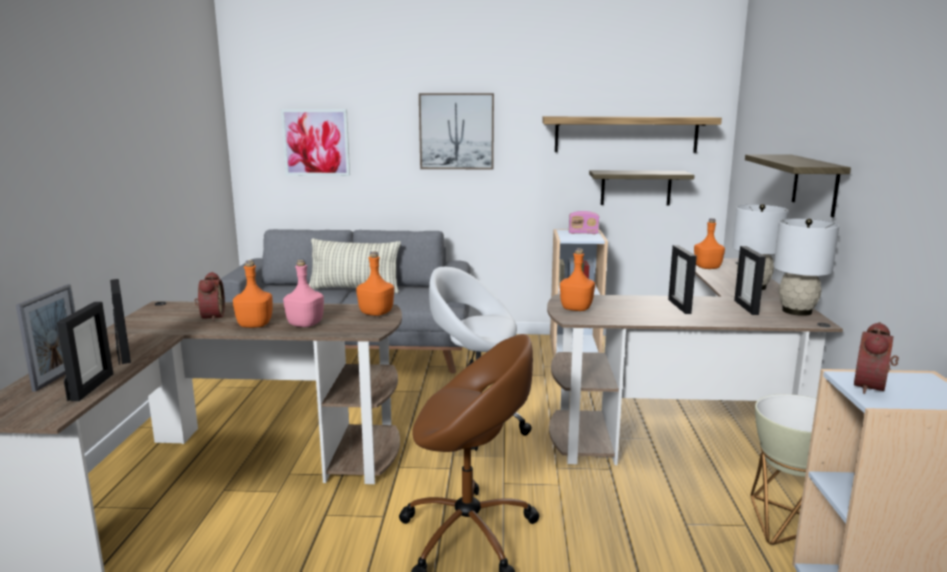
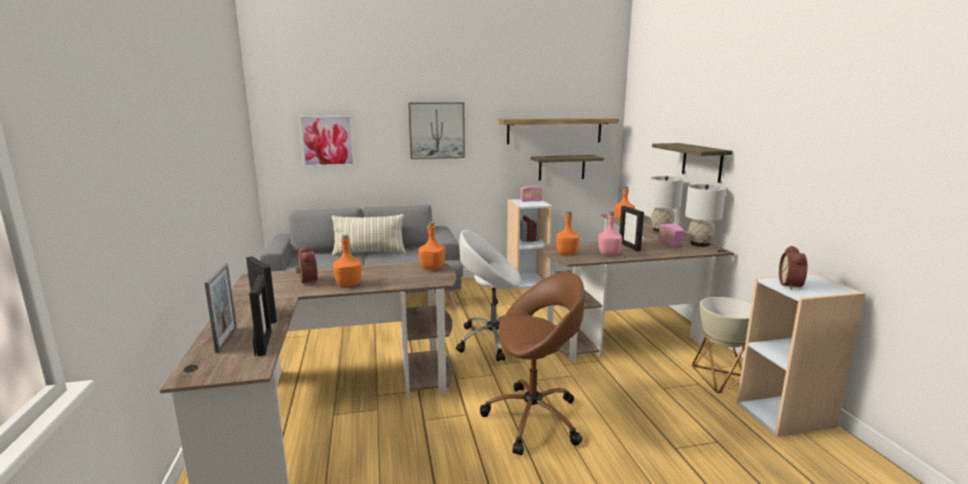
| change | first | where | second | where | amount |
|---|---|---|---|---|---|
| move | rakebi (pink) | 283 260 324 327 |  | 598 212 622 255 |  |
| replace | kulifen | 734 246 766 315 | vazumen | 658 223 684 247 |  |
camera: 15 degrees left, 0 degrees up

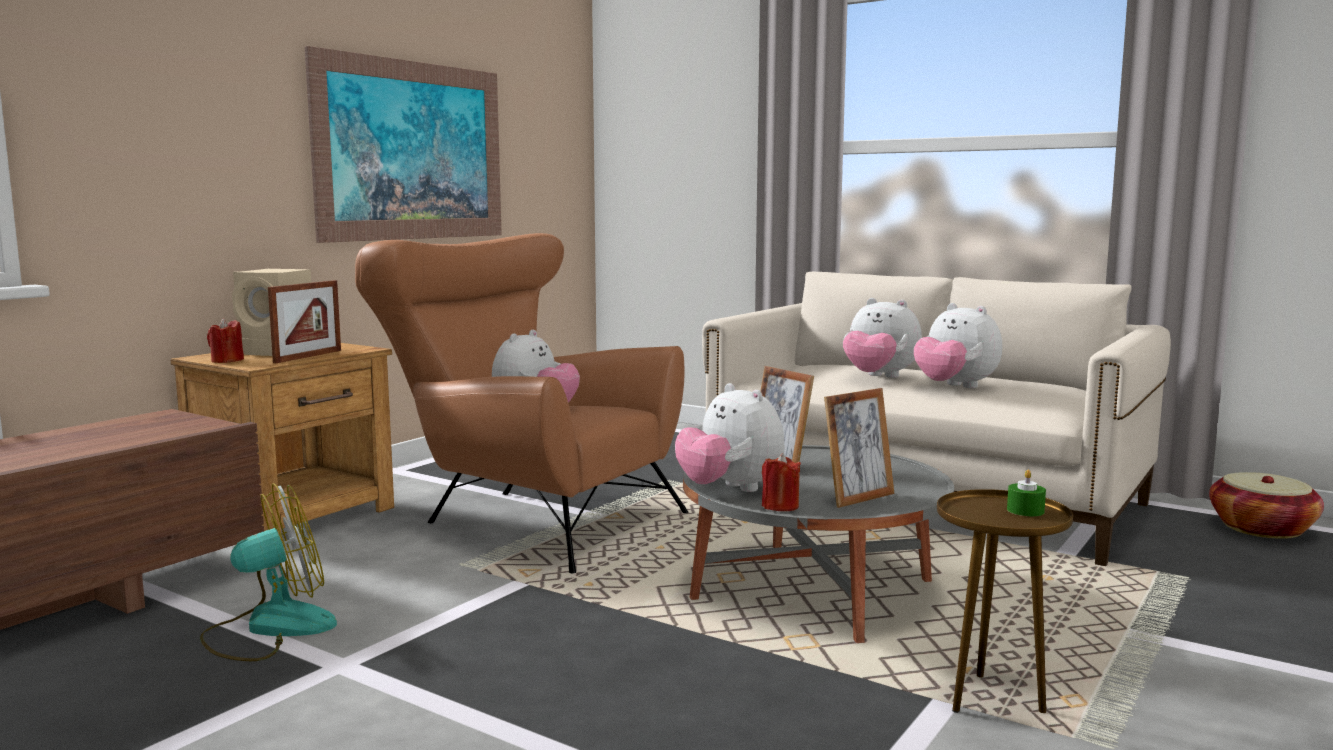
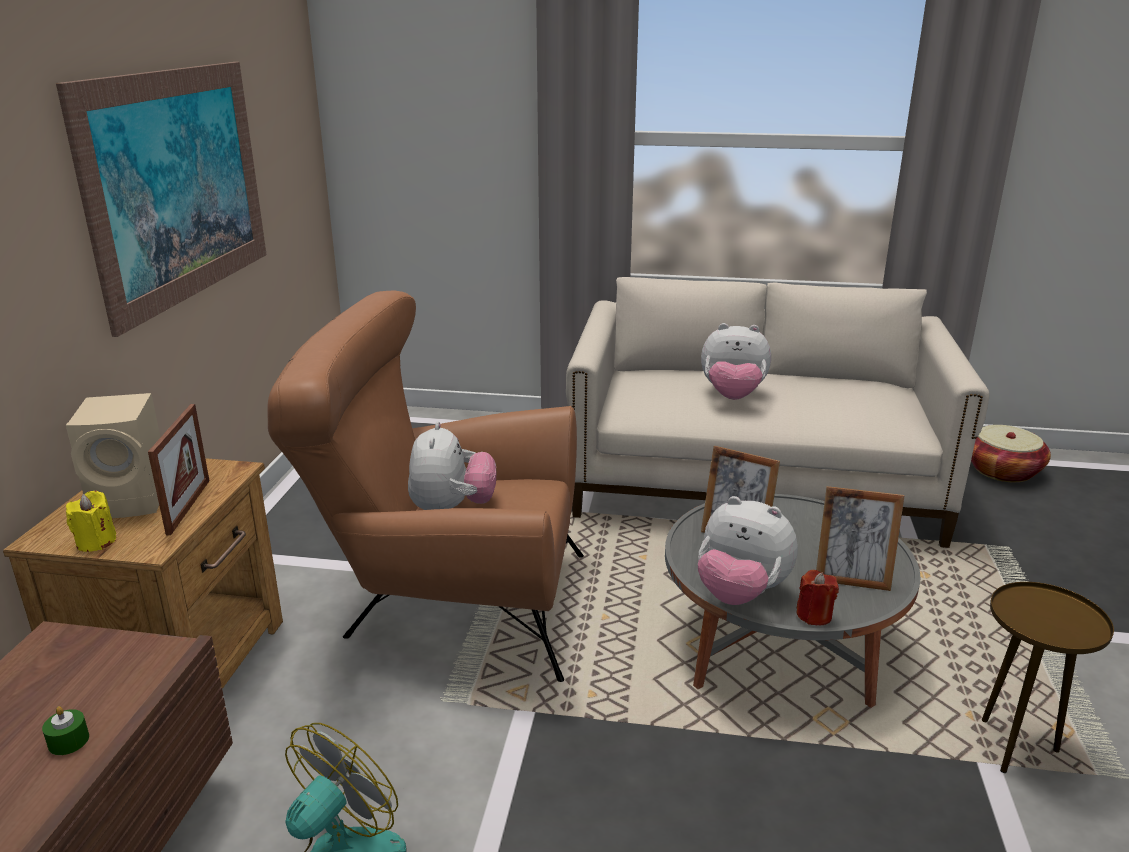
| change | first | where | second | where | amount |
|---|---|---|---|---|---|
| recolor | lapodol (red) | 207 318 244 363 | lapodol (yellow) | 66 491 116 552 |  |
| rotate | kulifen | 824 388 895 508 |  | 816 486 904 591 | 75 degrees clockwise |
| delete | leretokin | 914 303 1002 388 |  |  |  |
| move | lapodol (green) | 1007 470 1046 516 |  | 42 706 89 755 |  |
camera: 25 degrees left, 15 degrees up

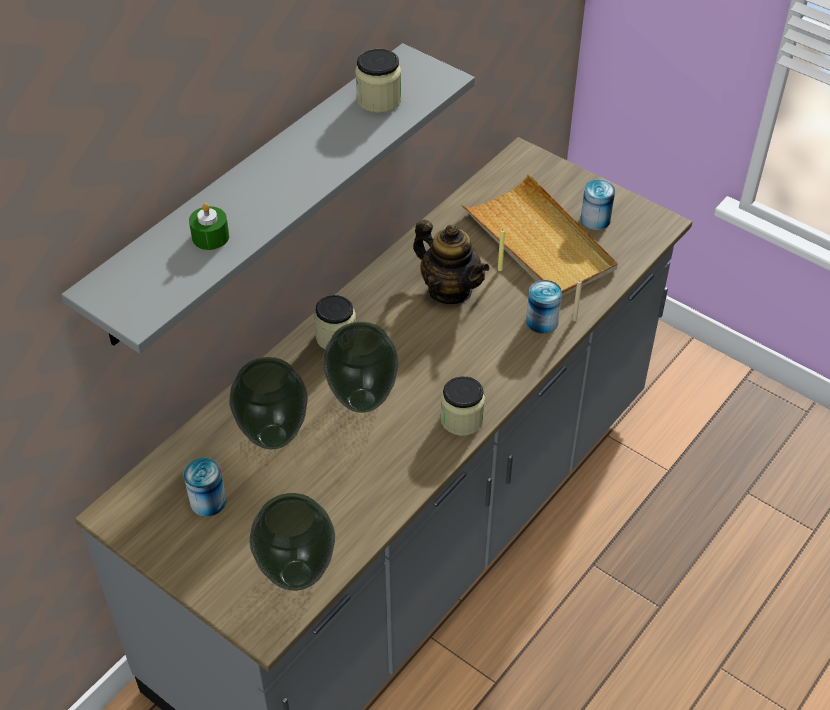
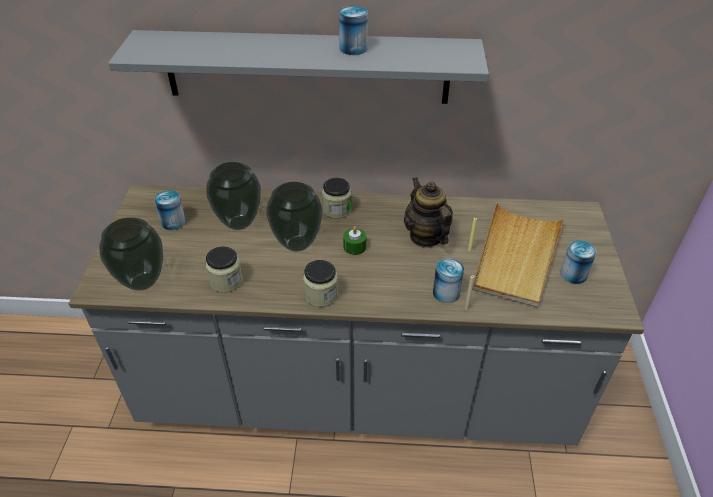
| change | first | where | second | where | amount |
|---|---|---|---|---|---|
| move | lapodol (green) | 189 203 229 250 |  | 343 226 366 255 |  |
| move | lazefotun | 355 49 402 113 |  | 206 246 243 293 |  |
| rotate | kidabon | 413 220 489 304 |  | 404 177 453 248 | 150 degrees clockwise |
| insert |  |  | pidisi | 339 6 368 55 |  |
camera: 55 degrees right, 5 degrees down

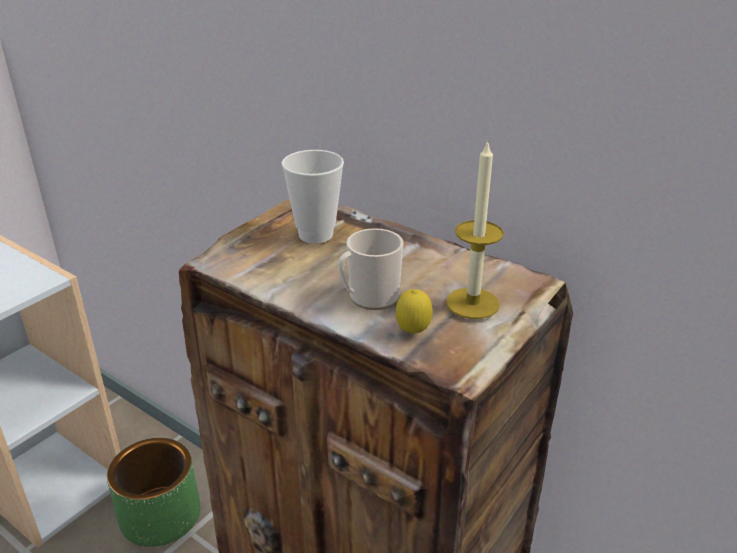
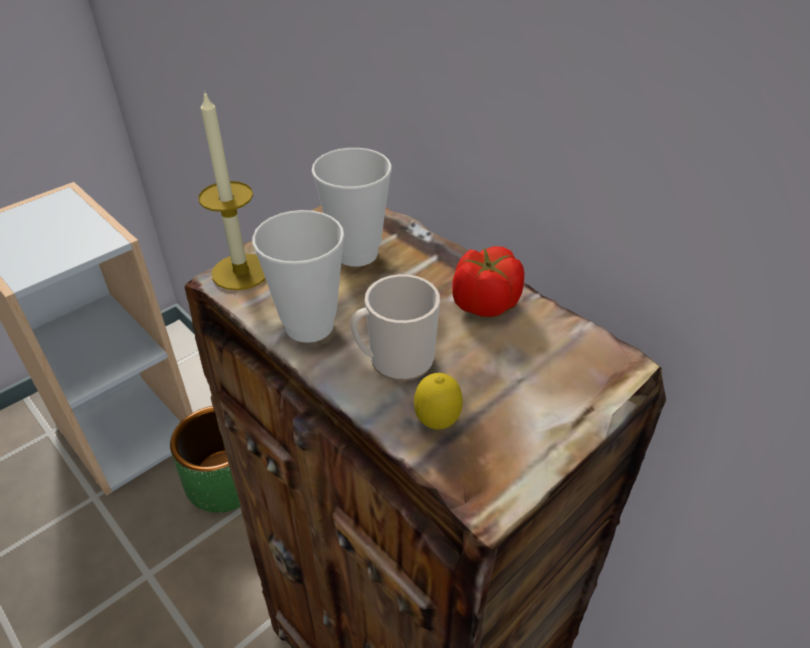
| change | first | where | second | where | amount |
|---|---|---|---|---|---|
| move | lapodol | 446 140 504 319 |  | 198 90 265 291 |  |
| insert |  |  | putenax | 252 210 344 343 |  |
| insert |  |  | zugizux | 452 246 524 317 |  |
camera: 10 degrees right, 10 degrees up

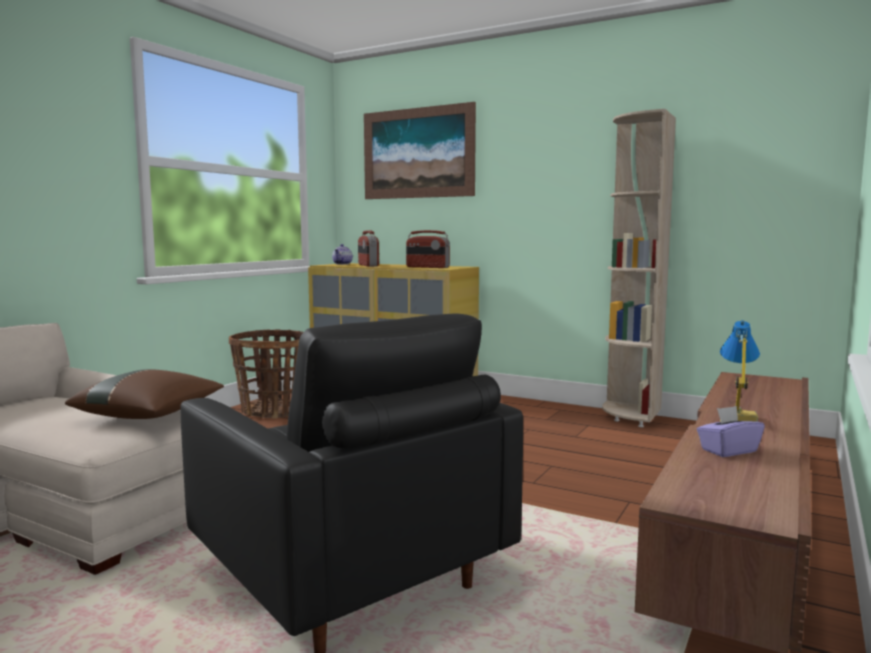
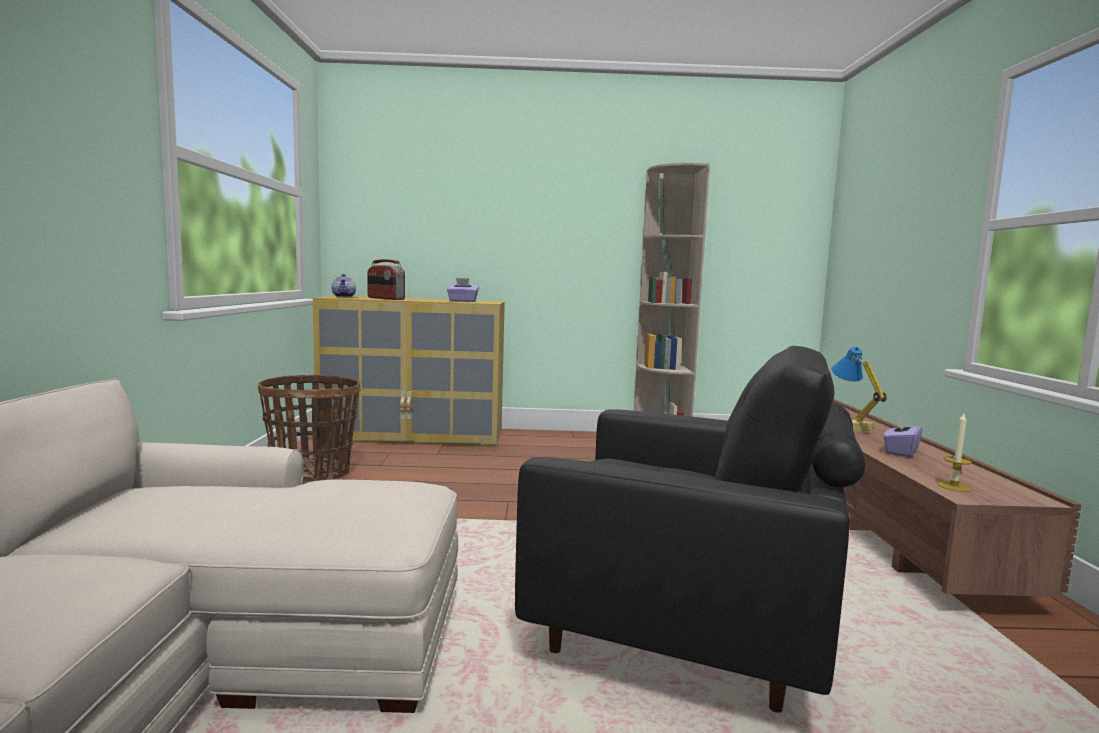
| change | first | where | second | where | amount |
|---|---|---|---|---|---|
| delete | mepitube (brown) | 65 369 224 419 |  |  |  |
| delete | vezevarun | 364 102 476 199 |  |  |  |
| replace | vazumen | 406 230 450 268 | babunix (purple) | 447 278 479 302 |  |
| insert |  |  | lapodol | 938 413 972 492 |  |
camera: 30 degrees left, 0 degrees up

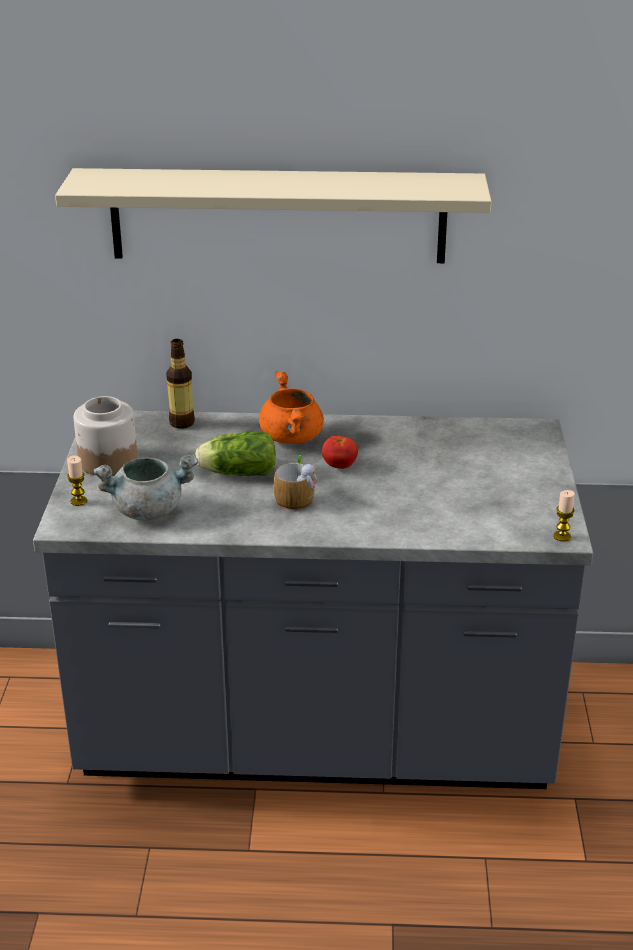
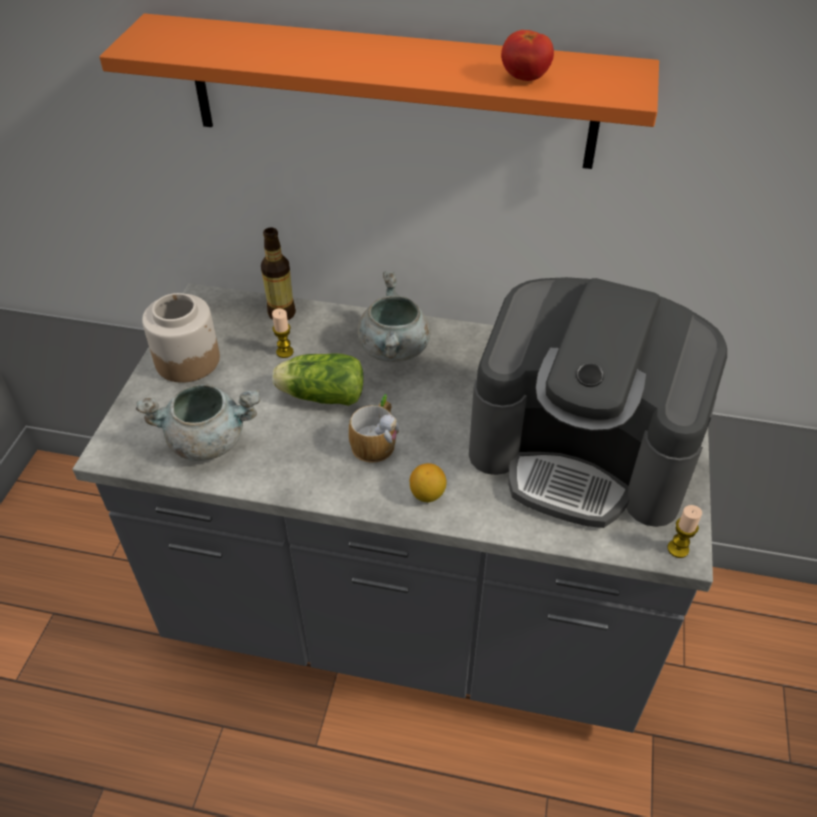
| change | first | where | second | where | amount |
|---|---|---|---|---|---|
| recolor | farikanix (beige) | 55 168 491 263 | farikanix (orange) | 99 14 659 169 |  |
| move | lapodol | 67 456 87 506 |  | 272 308 294 358 |  |
| recolor | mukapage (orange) | 259 371 324 444 | mukapage (grey) | 358 271 431 362 |  |
| move | zugizux | 322 436 358 469 |  | 501 30 554 81 |  |
| insert |  |  | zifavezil | 410 463 447 502 |  |
| insert |  |  | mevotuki | 469 277 727 528 |  |
camera: 10 degrees right, 15 degrees up

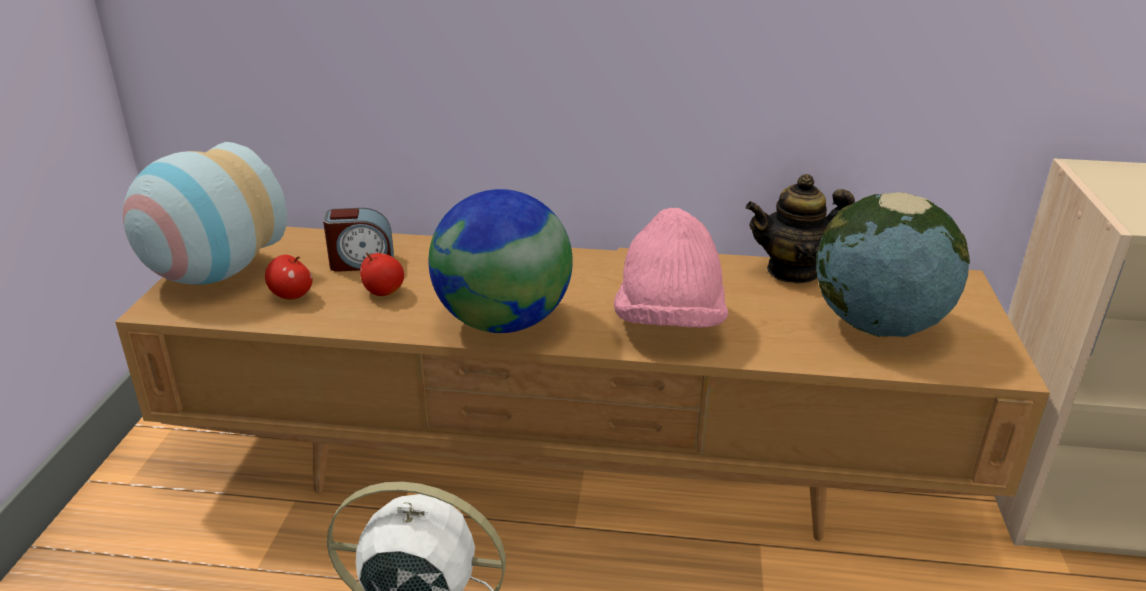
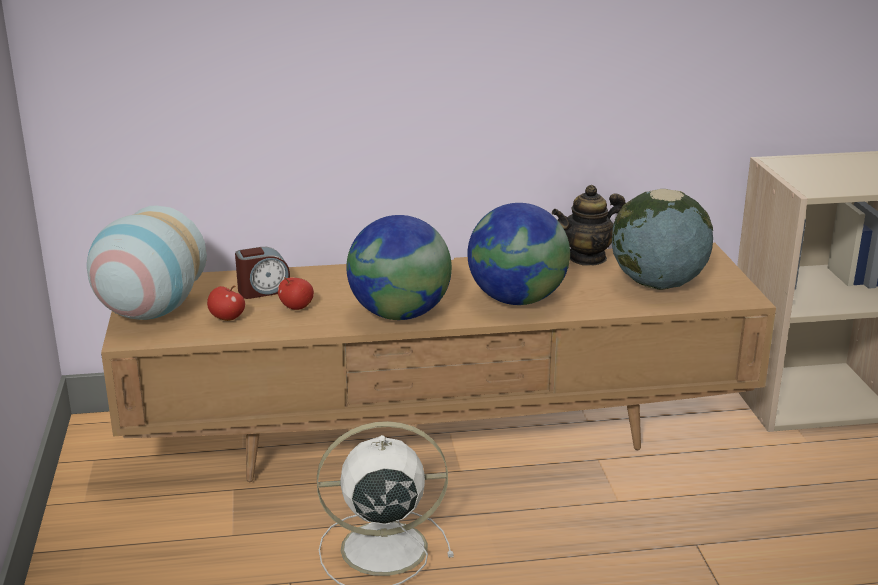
| change | first | where | second | where | amount |
|---|---|---|---|---|---|
| replace | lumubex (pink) | 614 208 728 328 | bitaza | 467 203 570 305 |  |
camera: 15 degrees left, 5 degrees down

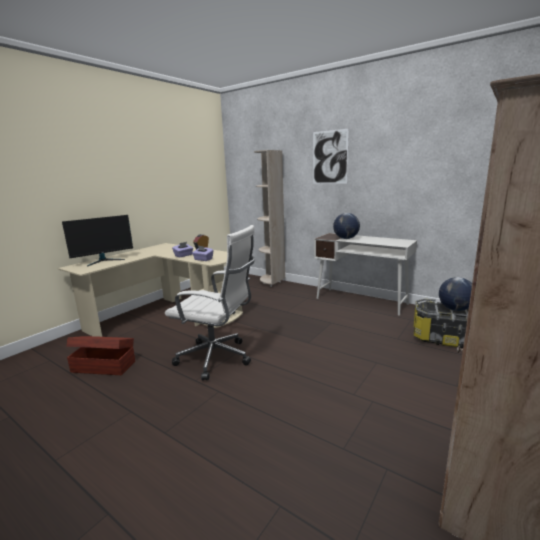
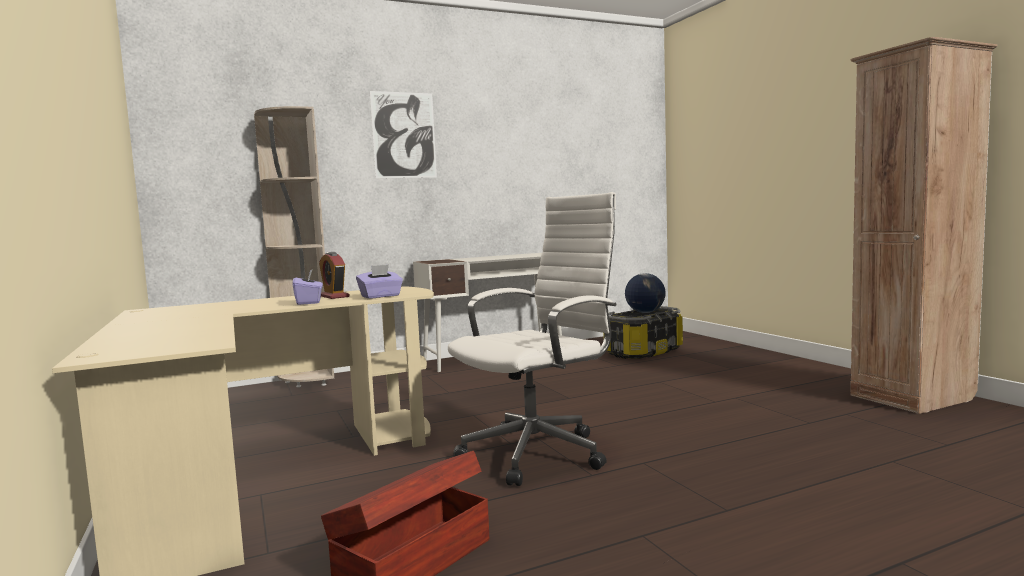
| change | first | where | second | where | amount |
|---|---|---|---|---|---|
| delete | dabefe | 62 215 133 267 |  |  |  |
| delete | bitaza | 333 213 360 239 |  |  |  |
camera: 60 degrees left, 10 degrees down

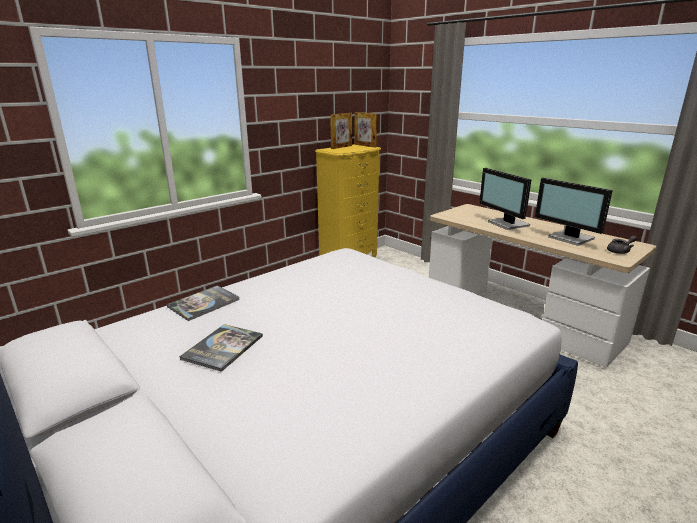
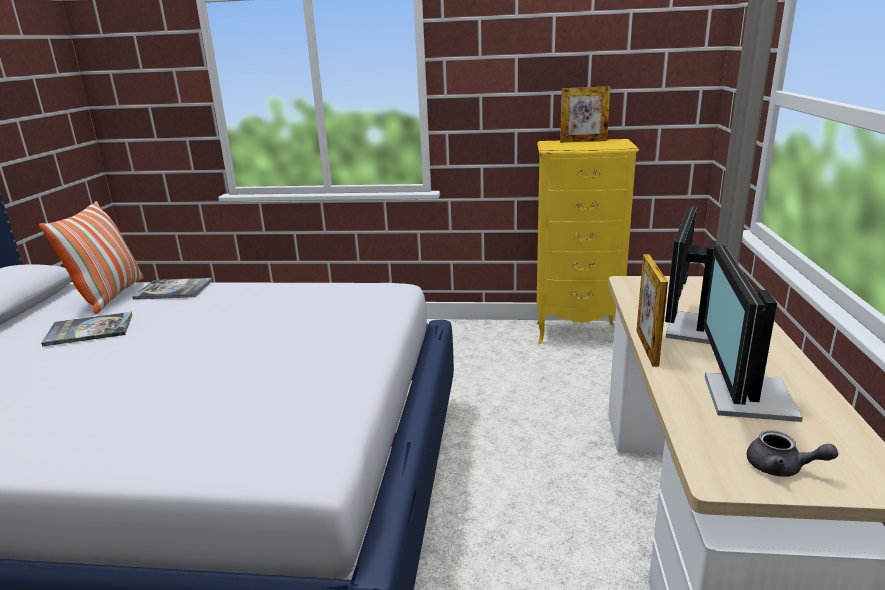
| change | first | where | second | where | amount |
|---|---|---|---|---|---|
| move | kulifen | 354 112 377 148 |  | 636 254 668 367 |  |
| insert |  |  | mepitube | 39 201 143 315 |  |
camera: 50 degrees right, 0 degrees up

